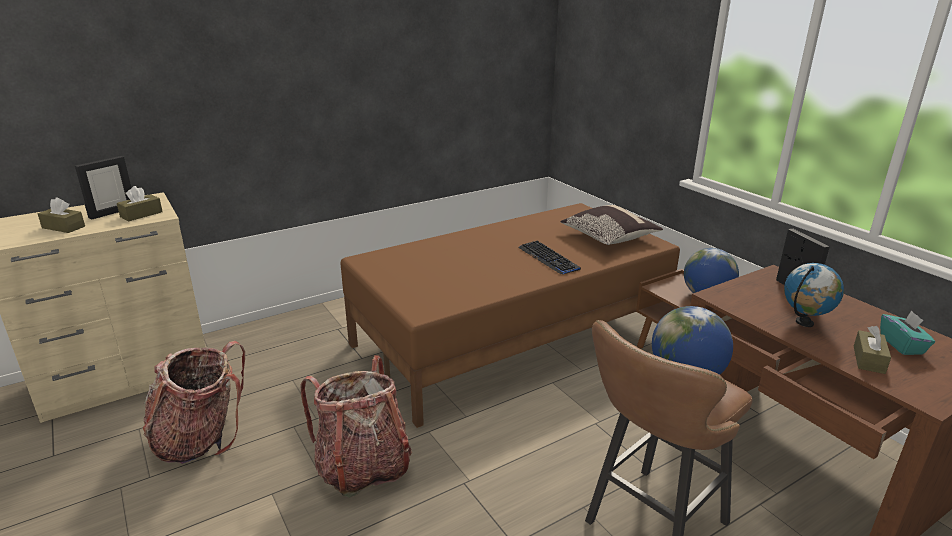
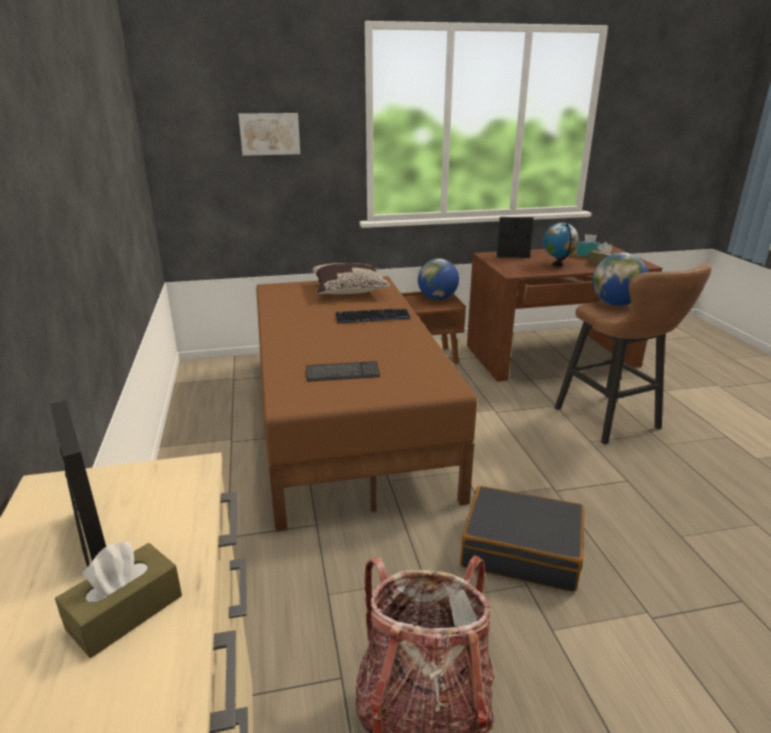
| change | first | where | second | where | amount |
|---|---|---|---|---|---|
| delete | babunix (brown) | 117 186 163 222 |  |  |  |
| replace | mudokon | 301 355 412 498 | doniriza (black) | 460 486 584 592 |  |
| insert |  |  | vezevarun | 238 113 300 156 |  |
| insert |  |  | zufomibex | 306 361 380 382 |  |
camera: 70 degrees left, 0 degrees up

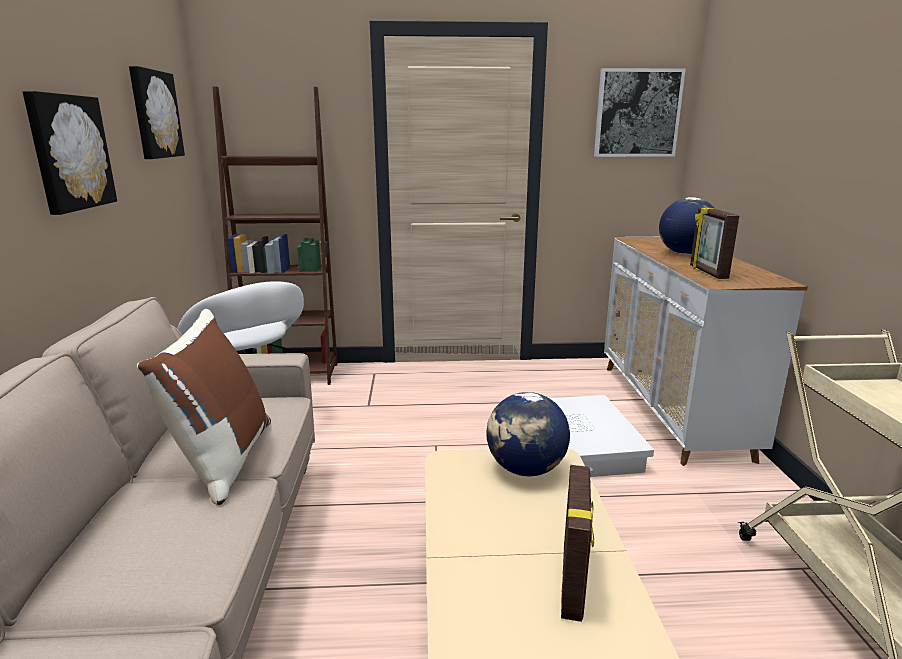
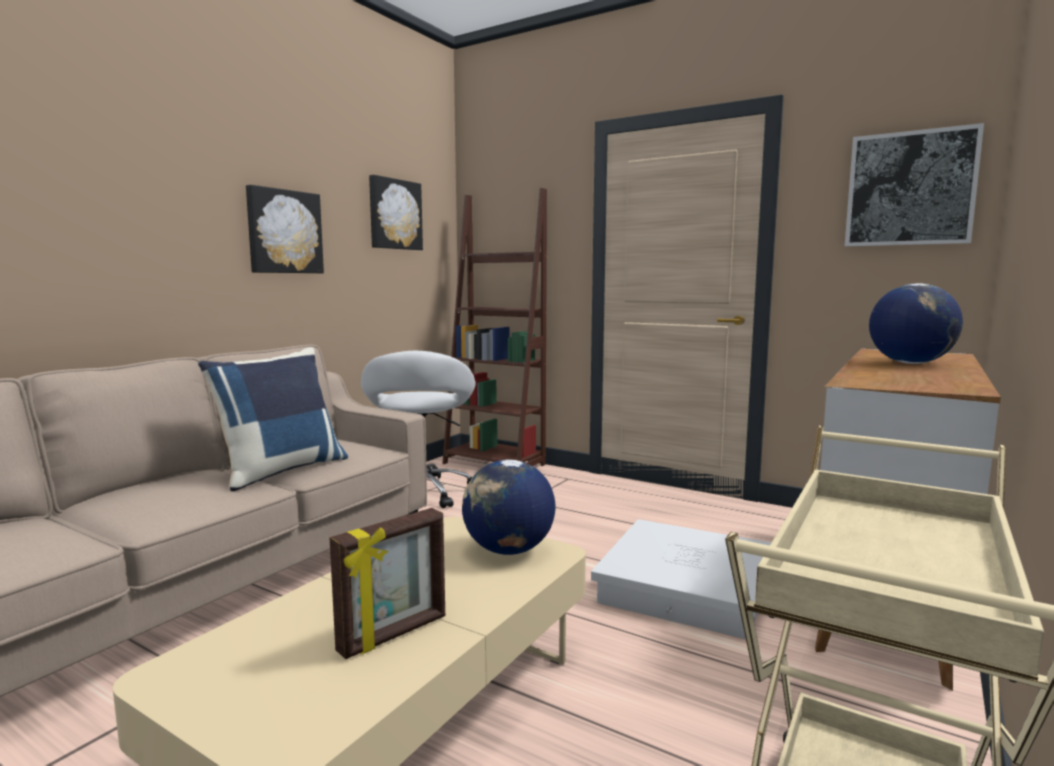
| change | first | where | second | where | amount |
|---|---|---|---|---|---|
| recolor | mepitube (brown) | 137 309 271 506 | mepitube (blue) | 198 347 348 492 |  |
| delete | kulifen | 690 207 739 279 |  |  |  |
camera: 35 degrees right, 10 degrees down

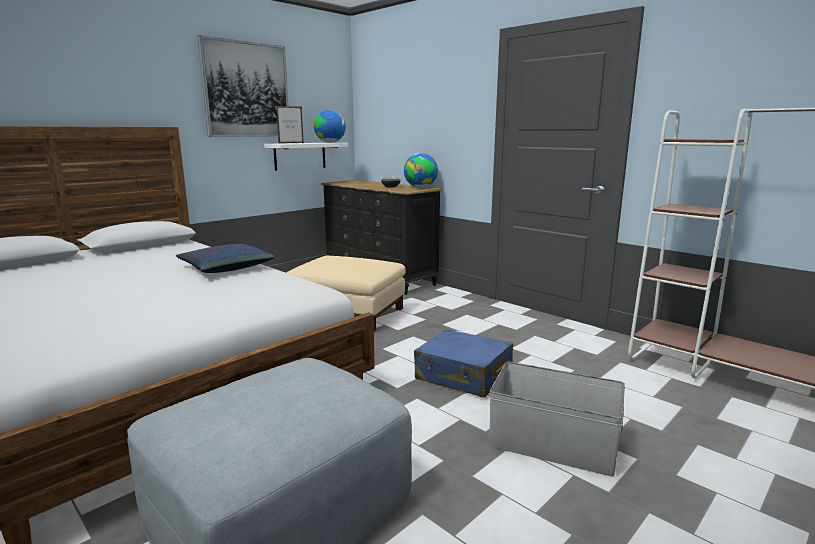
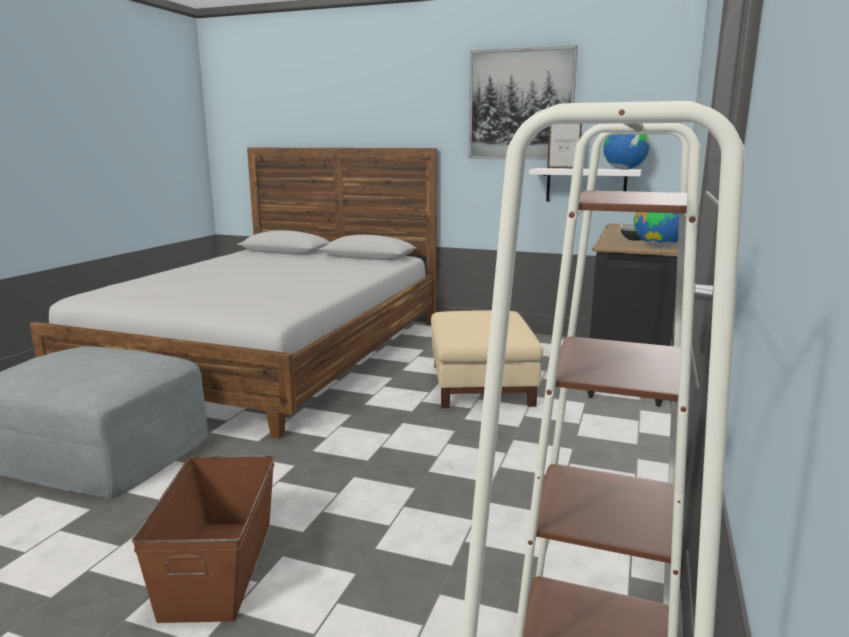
| change | first | where | second | where | amount |
|---|---|---|---|---|---|
| delete | mepitube (blue) | 176 244 274 273 |  |  |  |
| delete | doniriza (blue) | 414 329 513 398 |  |  |  |
| recolor | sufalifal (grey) | 489 362 625 477 | sufalifal (brown) | 132 455 275 623 |  |
camera: 65 degrees right, 0 degrees up

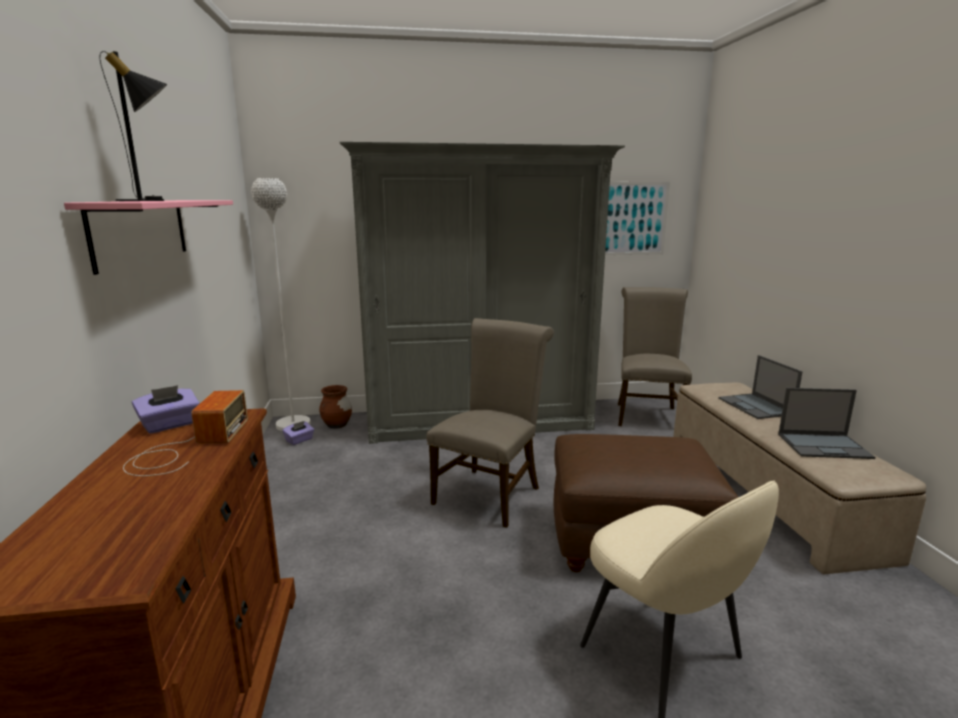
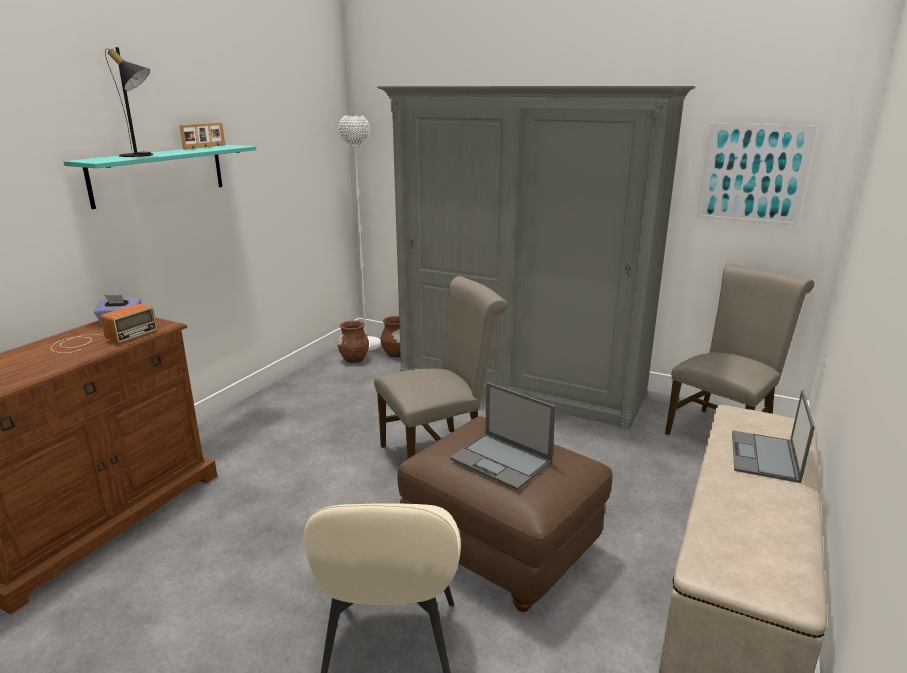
| change | first | where | second | where | amount |
|---|---|---|---|---|---|
| recolor | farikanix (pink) | 64 200 233 275 | farikanix (turquoise) | 63 145 257 209 |  |
| replace | babunix (purple) | 282 421 314 445 | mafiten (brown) | 338 320 369 363 |  |
| move | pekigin | 778 388 875 459 |  | 450 382 556 490 |  |
| insert |  |  | kulifen | 179 122 225 150 |  |
camera: 35 degrees right, 5 degrees up

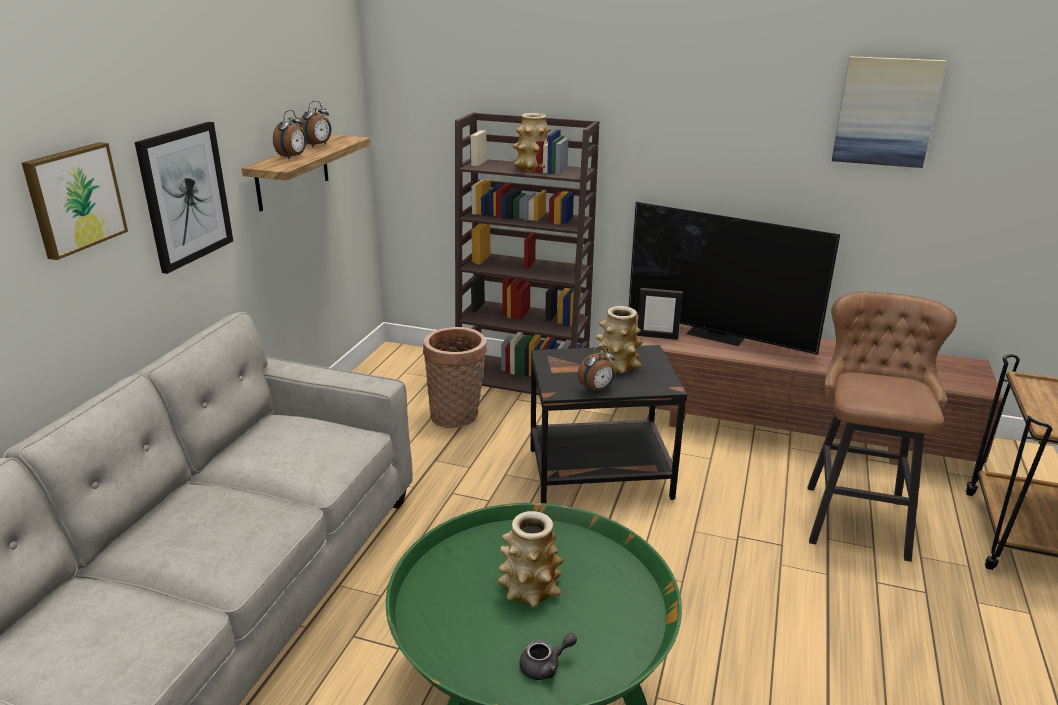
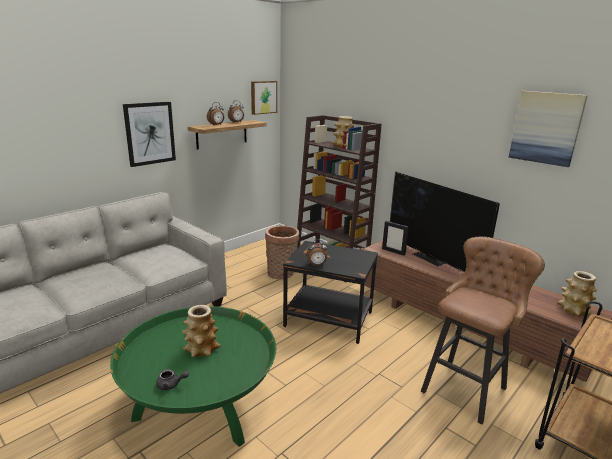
| change | first | where | second | where | amount |
|---|---|---|---|---|---|
| move | vezevarun | 22 142 128 260 |  | 251 81 277 115 |  |
| move | mafiten | 596 306 643 374 |  | 558 271 597 316 |  |
camera: 25 degrees right, 5 degrees down

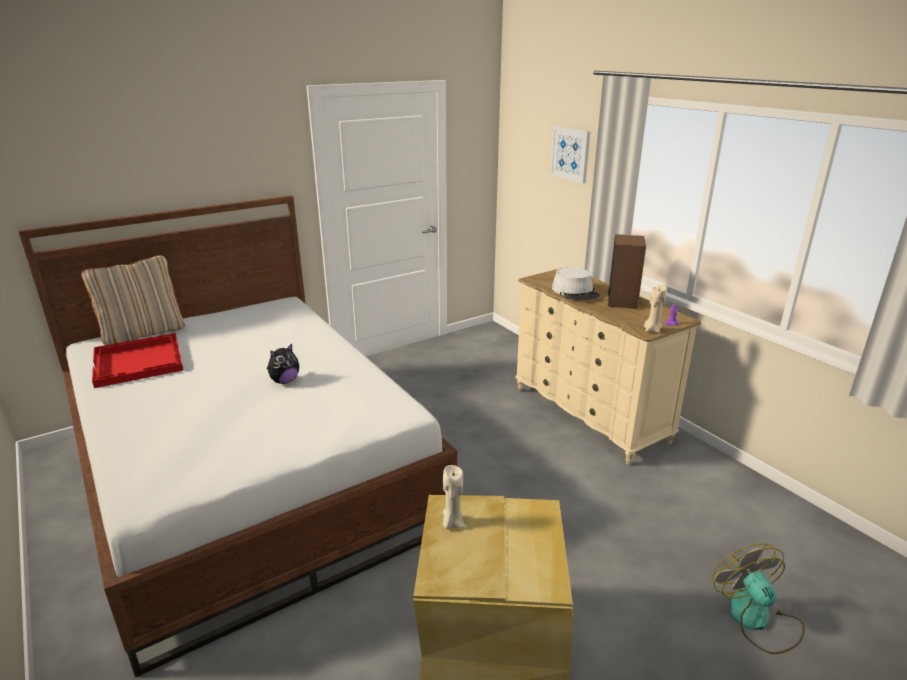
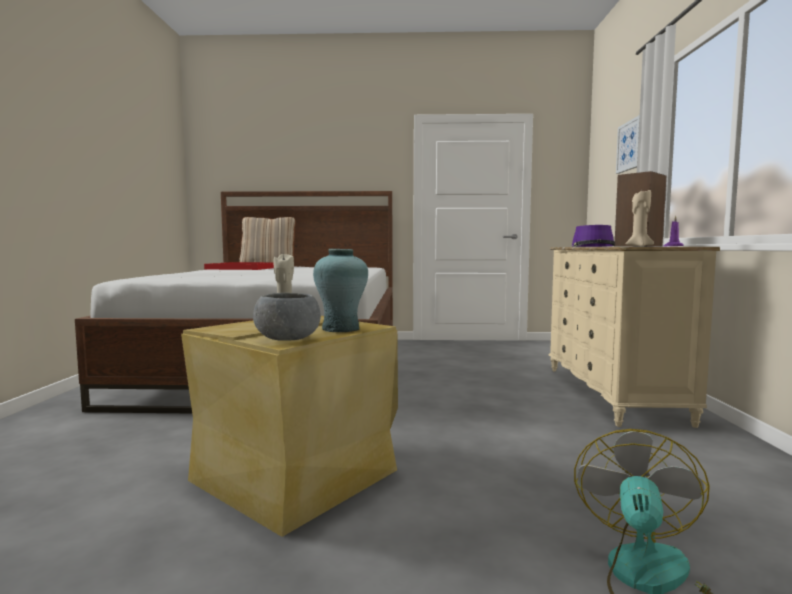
| change | first | where | second | where | amount |
|---|---|---|---|---|---|
| delete | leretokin | 267 344 299 384 |  |  |  |
| recolor | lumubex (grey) | 552 267 600 300 | lumubex (purple) | 572 225 615 247 |  |
| insert |  |  | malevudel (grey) | 253 293 321 341 |  |
| insert |  |  | mafiten (turquoise) | 313 249 368 332 |  |
camera: 35 degrees right, 20 degrees down

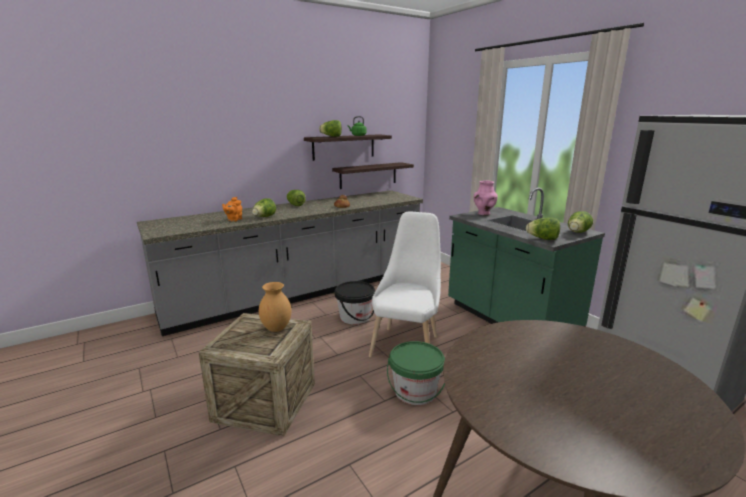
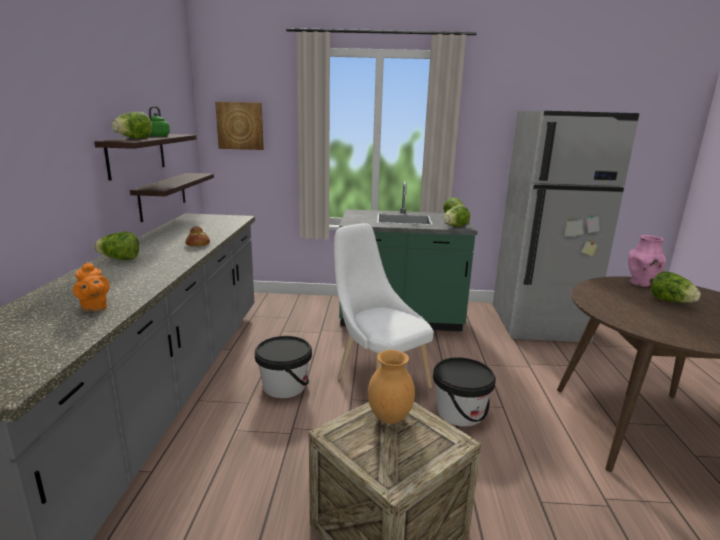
| change | first | where | second | where | amount |
|---|---|---|---|---|---|
| move | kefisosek | 252 198 276 217 |  | 651 271 701 303 |  |
| recolor | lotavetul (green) | 387 341 445 405 | lotavetul (black) | 433 357 496 427 |  |
| move | mafiten (pink) | 474 181 498 215 |  | 628 235 666 287 |  |
| insert |  |  | vezevarun | 215 102 264 150 |  |
camera: 55 degrees left, 0 degrees up

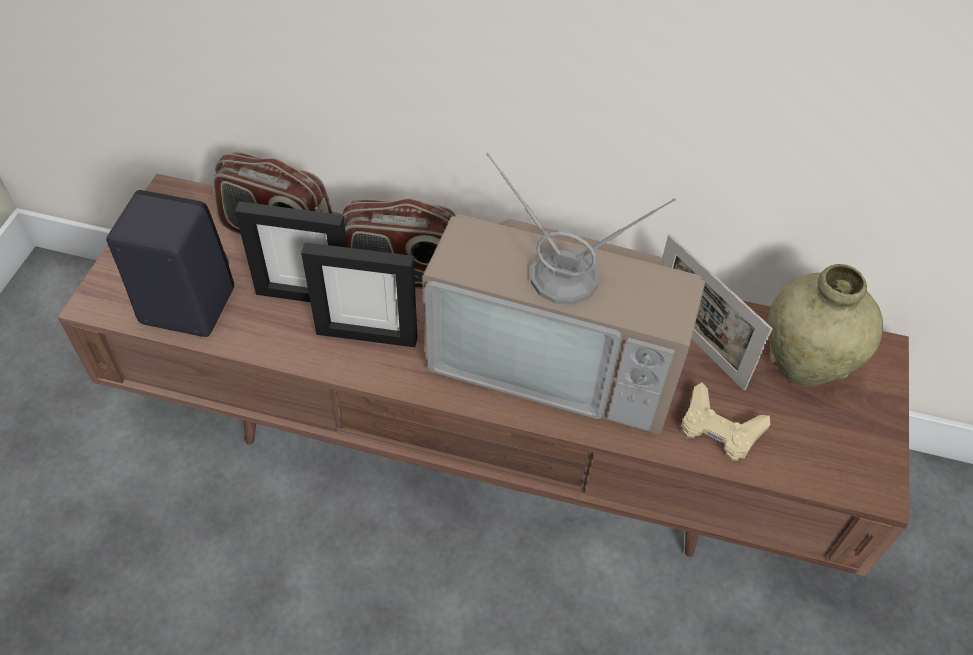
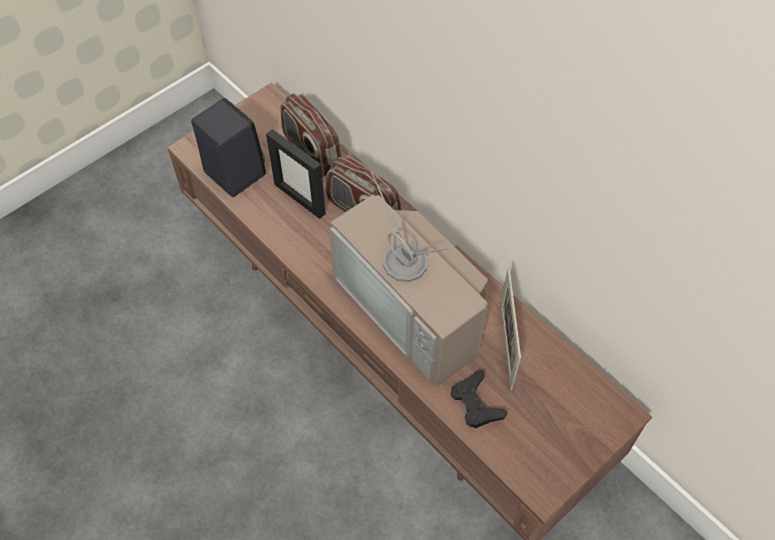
| change | first | where | second | where | amount |
|---|---|---|---|---|---|
| delete | kulifen | 301 242 417 347 |  |  |  |
| recolor | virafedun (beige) | 681 383 770 461 | virafedun (black) | 451 370 507 428 |  |
| delete | mafiten (beige) | 768 264 883 387 |  |  |  |
camera: 35 degrees right, 5 degrees up

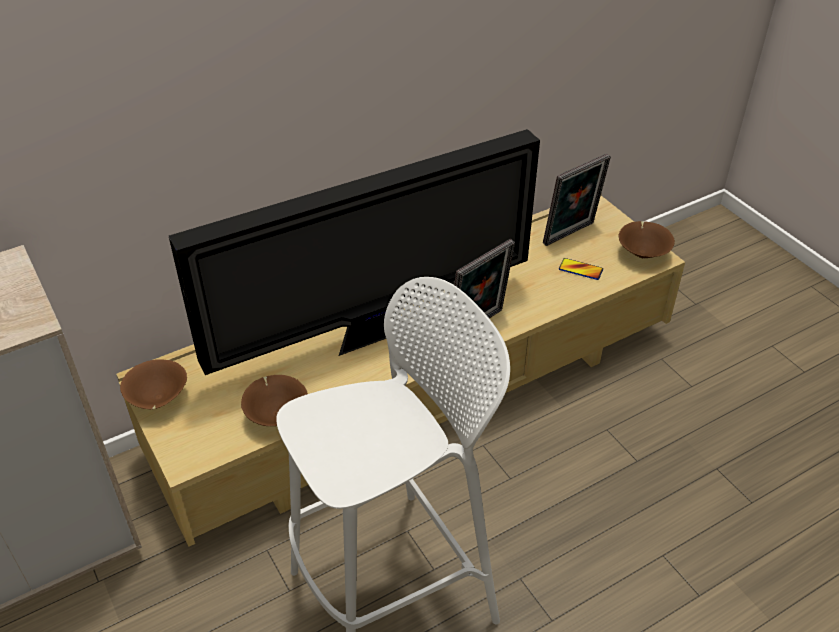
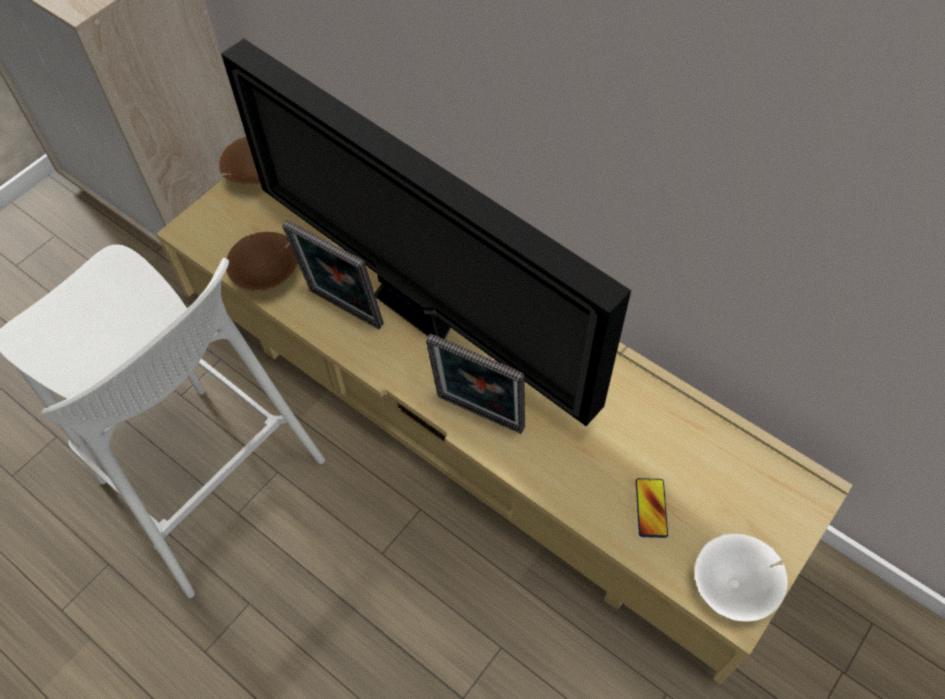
| change | first | where | second | where | amount |
|---|---|---|---|---|---|
| move | kulifen | 543 154 611 246 |  | 282 220 384 329 |  |
| recolor | malevudel (brown) | 618 221 675 258 | malevudel (white) | 694 533 788 621 |  |
camera: 70 degrees right, 15 degrees up

